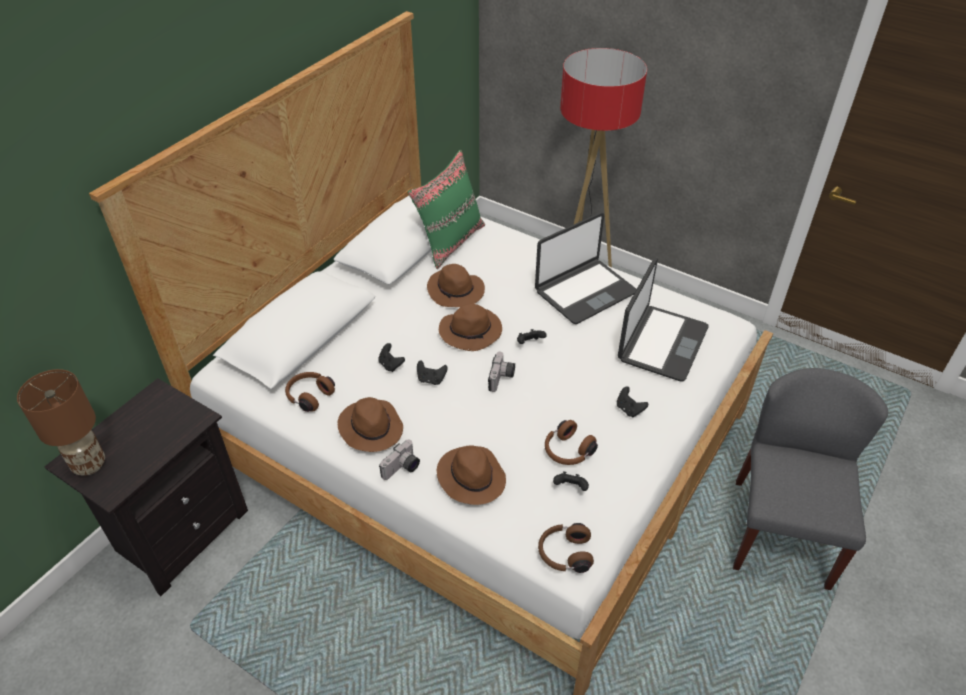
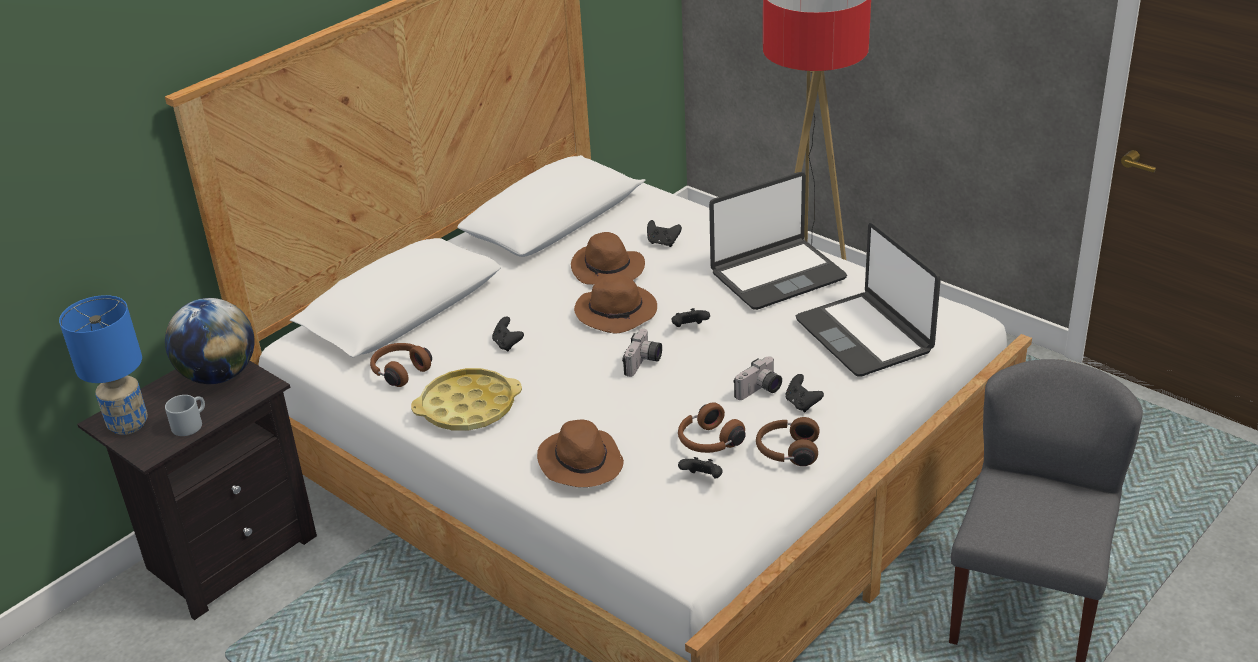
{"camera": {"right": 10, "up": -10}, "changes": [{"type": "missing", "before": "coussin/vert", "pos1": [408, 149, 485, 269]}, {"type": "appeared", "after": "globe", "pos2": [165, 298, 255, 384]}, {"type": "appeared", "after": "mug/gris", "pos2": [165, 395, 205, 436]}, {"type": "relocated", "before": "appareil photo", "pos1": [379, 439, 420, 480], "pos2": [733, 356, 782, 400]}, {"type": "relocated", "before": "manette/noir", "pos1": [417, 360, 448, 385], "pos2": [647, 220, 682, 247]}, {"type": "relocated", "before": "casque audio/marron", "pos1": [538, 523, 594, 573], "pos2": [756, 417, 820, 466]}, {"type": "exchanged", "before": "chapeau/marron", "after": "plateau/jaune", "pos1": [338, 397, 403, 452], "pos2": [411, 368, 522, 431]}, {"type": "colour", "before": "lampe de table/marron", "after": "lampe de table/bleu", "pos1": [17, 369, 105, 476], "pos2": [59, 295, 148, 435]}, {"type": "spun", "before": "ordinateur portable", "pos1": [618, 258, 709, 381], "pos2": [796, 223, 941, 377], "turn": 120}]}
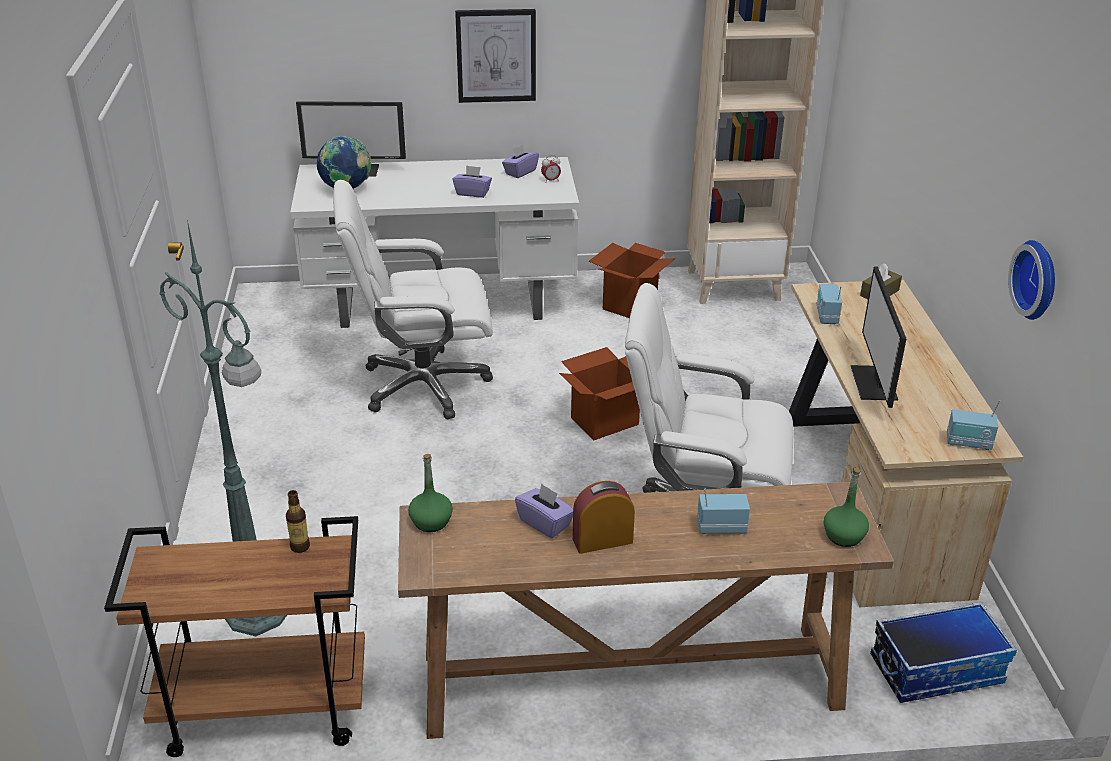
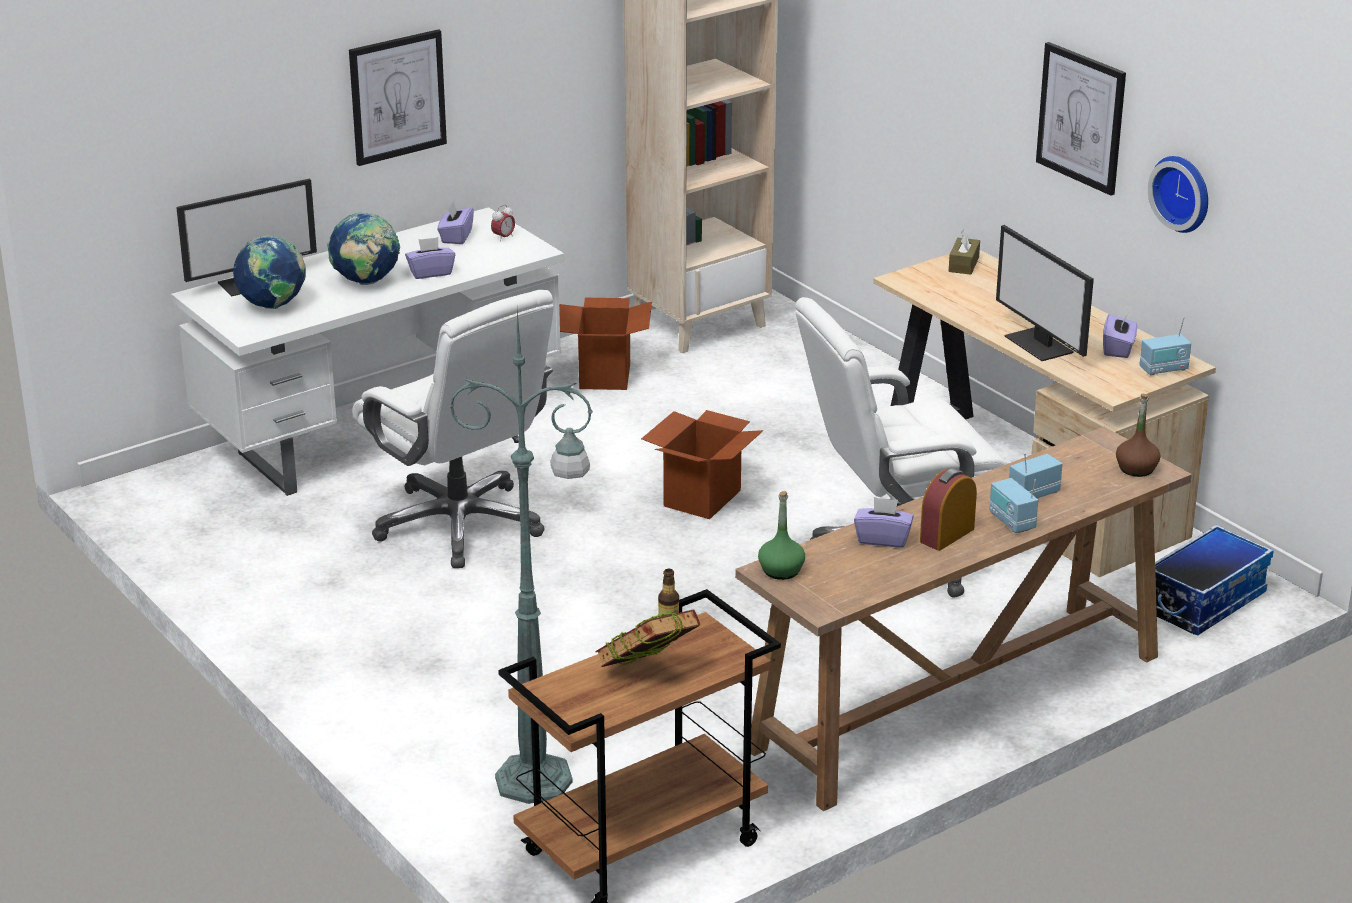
{"camera": {"right": -30, "up": -5}, "changes": [{"type": "appeared", "after": "globe", "pos2": [327, 212, 400, 285]}, {"type": "appeared", "after": "livre", "pos2": [595, 609, 700, 667]}, {"type": "appeared", "after": "tableau", "pos2": [1036, 42, 1126, 196]}, {"type": "appeared", "after": "boîte à mouchoirs/violet", "pos2": [1103, 313, 1138, 358]}, {"type": "relocated", "before": "radio", "pos1": [816, 283, 842, 324], "pos2": [989, 478, 1038, 533]}, {"type": "colour", "before": "bouteille/vert", "after": "bouteille/marron", "pos1": [824, 467, 869, 547], "pos2": [1116, 393, 1160, 477]}, {"type": "spun", "before": "chaise de bureau/blanc", "pos1": [333, 180, 493, 419], "pos2": [352, 290, 554, 568], "turn": -90}]}
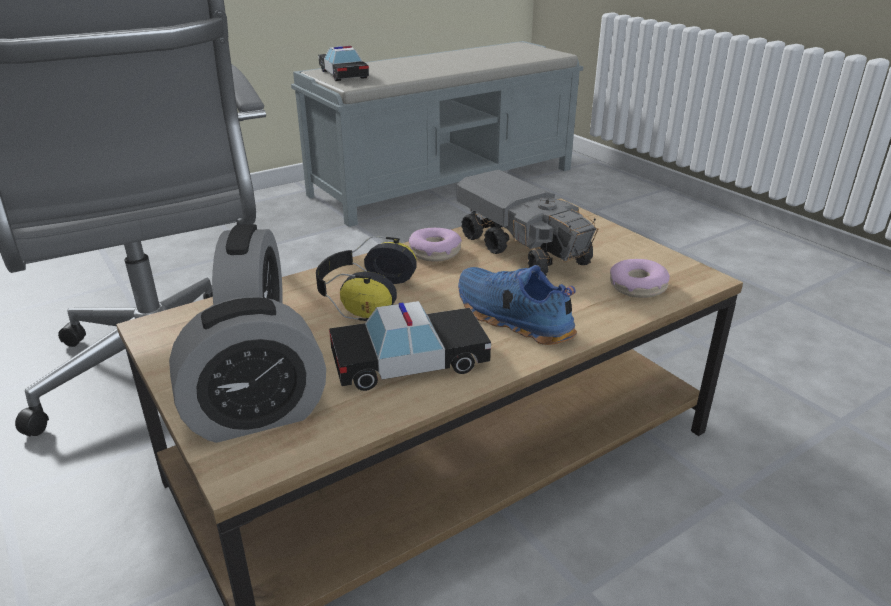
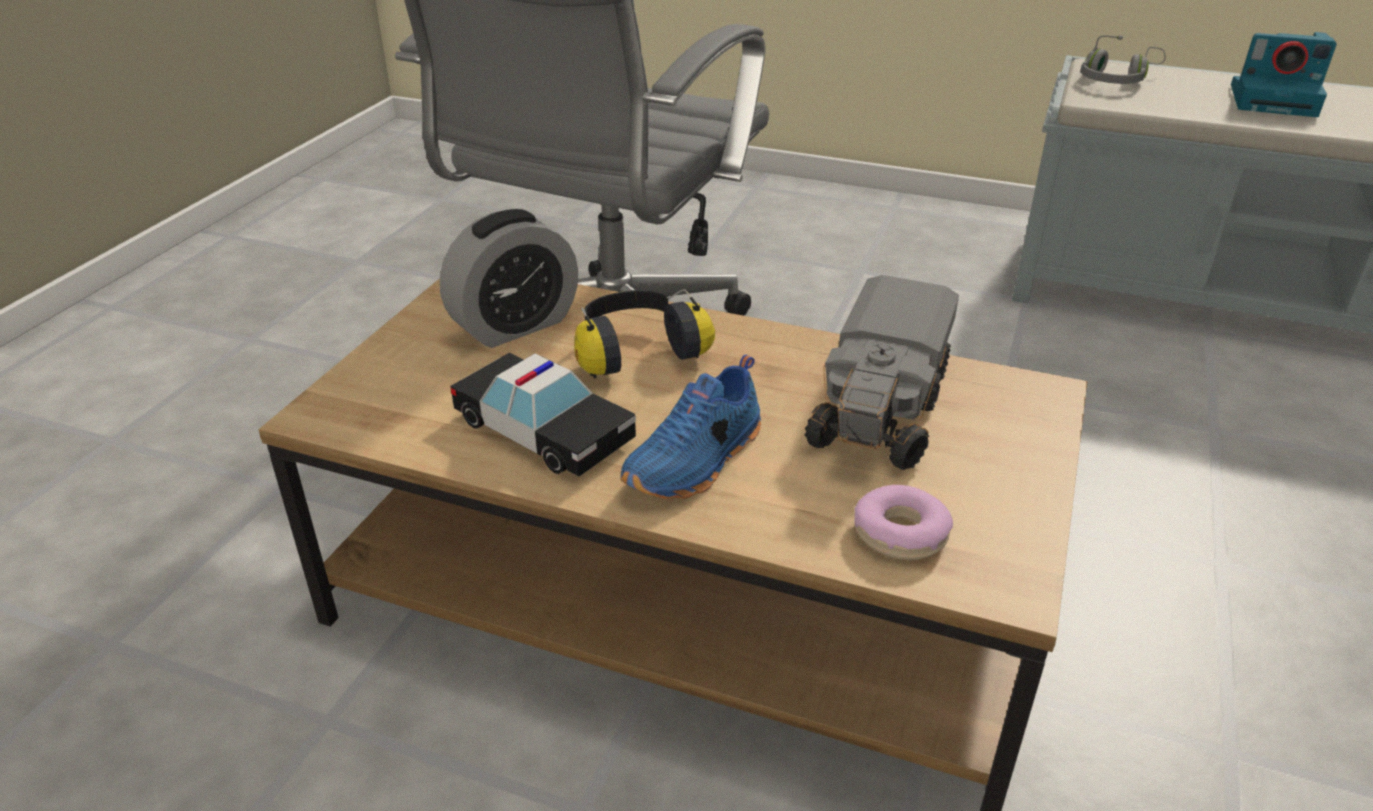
{"camera": {"right": 55, "up": 5}, "changes": [{"type": "missing", "before": "réveil", "pos1": [169, 297, 326, 443]}, {"type": "missing", "before": "beignet", "pos1": [409, 228, 462, 262]}, {"type": "appeared", "after": "appareil photo", "pos2": [1231, 32, 1337, 117]}, {"type": "exchanged", "before": "petite voiture", "after": "casque audio/gris", "pos1": [318, 46, 369, 81], "pos2": [1080, 35, 1166, 84]}, {"type": "spun", "before": "chaussure/bleu", "pos1": [458, 265, 577, 345], "pos2": [621, 355, 761, 499], "turn": -150}]}
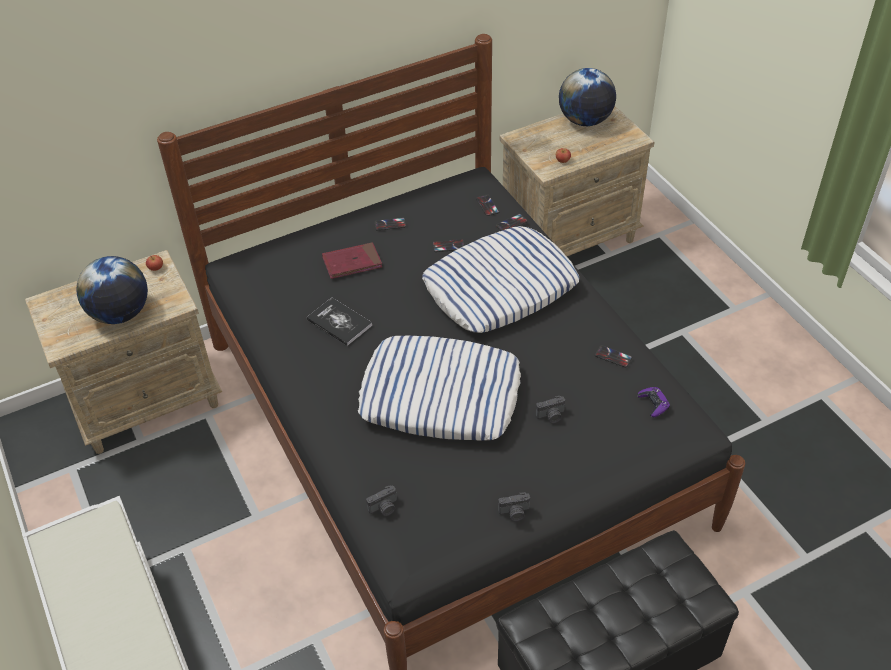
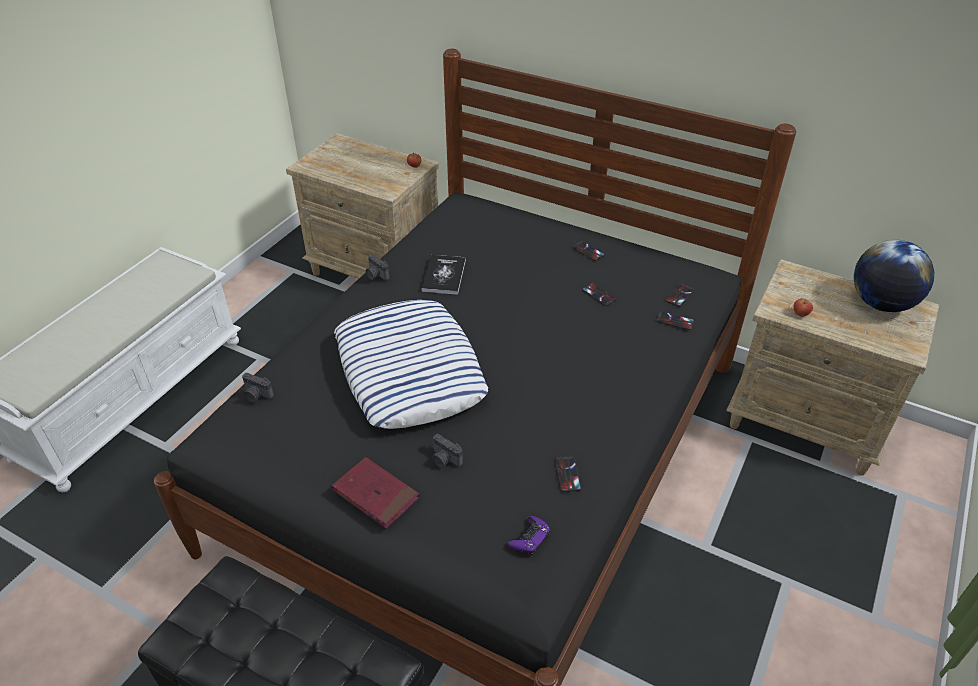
{"camera": {"right": 55, "up": -5}, "changes": [{"type": "missing", "before": "globe", "pos1": [77, 256, 148, 324]}, {"type": "missing", "before": "coussin", "pos1": [422, 226, 579, 333]}, {"type": "relocated", "before": "livre/rouge", "pos1": [322, 242, 382, 279], "pos2": [332, 457, 420, 529]}, {"type": "relocated", "before": "appareil photo", "pos1": [498, 492, 530, 521], "pos2": [366, 255, 390, 280]}]}
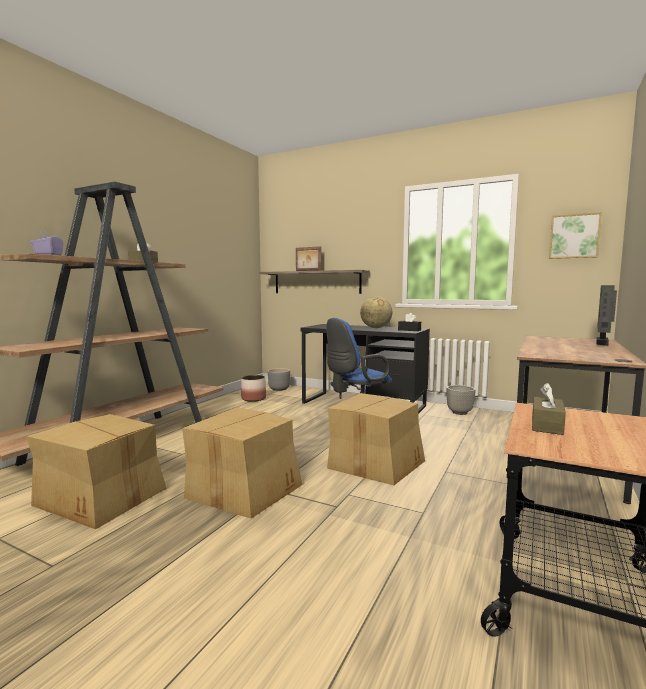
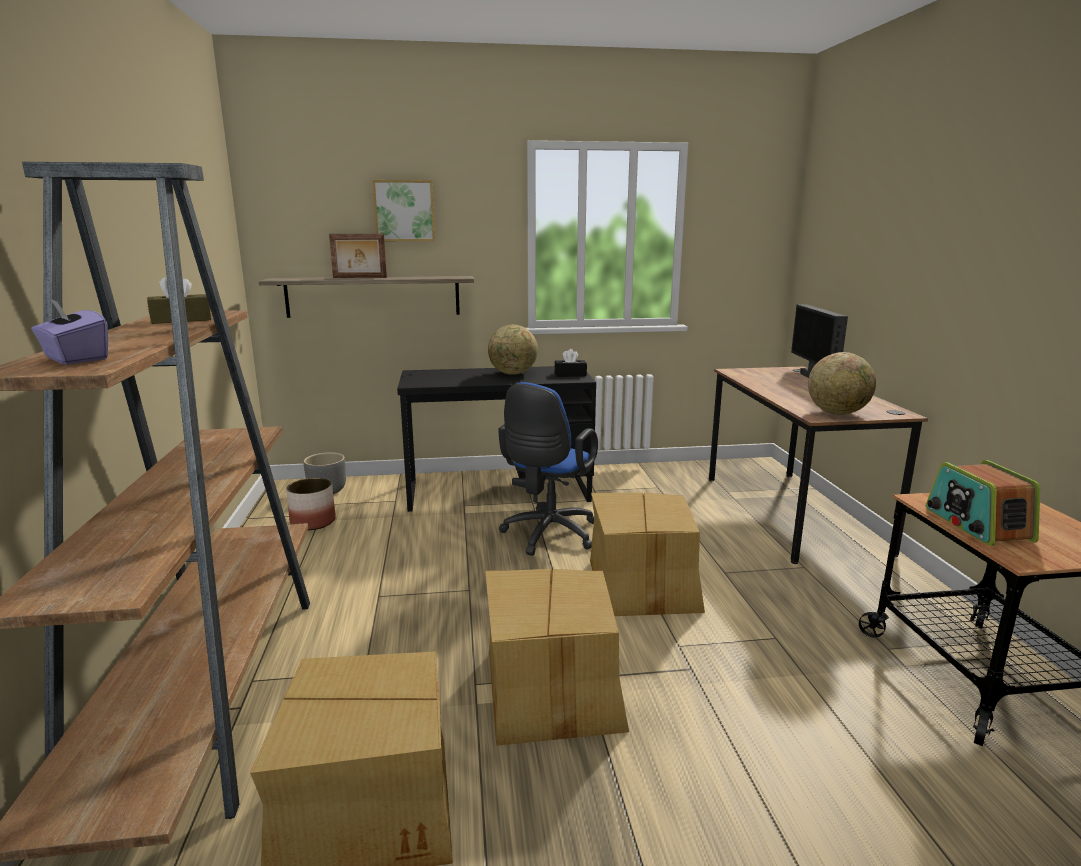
{"camera": {"right": -35, "up": 10}, "changes": [{"type": "missing", "before": "cache-pot", "pos1": [447, 385, 475, 415]}, {"type": "appeared", "after": "globe", "pos2": [808, 352, 876, 415]}, {"type": "relocated", "before": "tableau", "pos1": [549, 212, 602, 259], "pos2": [372, 180, 435, 241]}, {"type": "exchanged", "before": "boîte à mouchoirs/marron", "after": "radio", "pos1": [532, 383, 566, 435], "pos2": [926, 460, 1040, 546]}]}
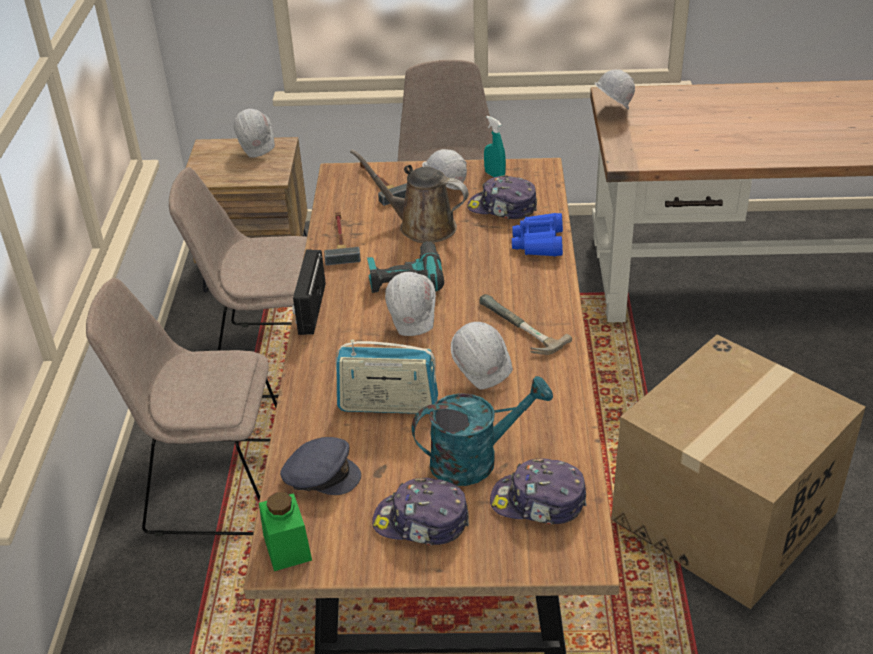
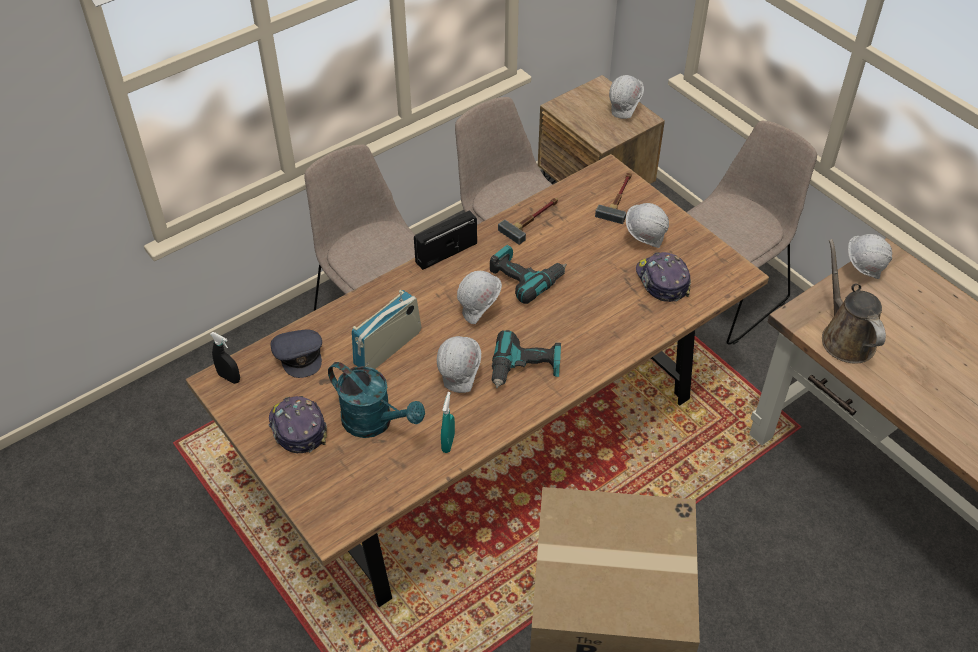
{"camera": {"right": 50, "up": 10}, "changes": [{"type": "missing", "before": "casquette", "pos1": [490, 458, 587, 525]}, {"type": "missing", "before": "jumelles/bleu", "pos1": [512, 213, 563, 257]}, {"type": "relocated", "before": "arrosoir/marron", "pos1": [350, 149, 469, 243], "pos2": [822, 239, 886, 364]}, {"type": "relocated", "before": "vaporisateur/turquoise", "pos1": [484, 116, 506, 177], "pos2": [441, 392, 455, 453]}, {"type": "exchanged", "before": "bocal/vert", "after": "vaporisateur/noir", "pos1": [259, 492, 312, 571], "pos2": [210, 332, 240, 384]}, {"type": "exchanged", "before": "marteau", "after": "perceuse", "pos1": [480, 294, 572, 355], "pos2": [491, 330, 561, 389]}, {"type": "spun", "before": "radio", "pos1": [335, 339, 438, 414], "pos2": [352, 290, 421, 369], "turn": 75}]}
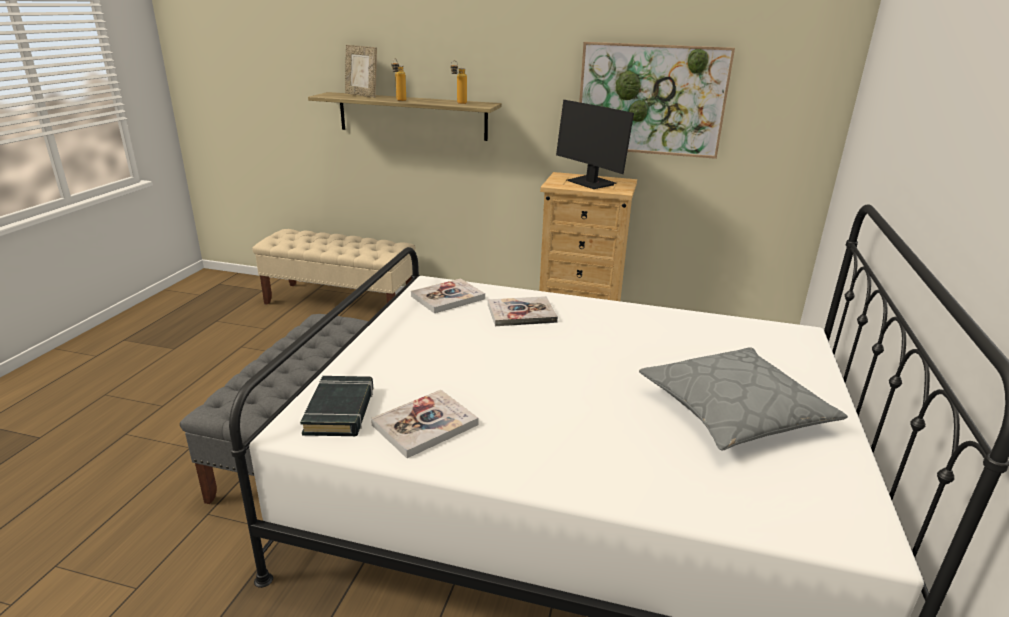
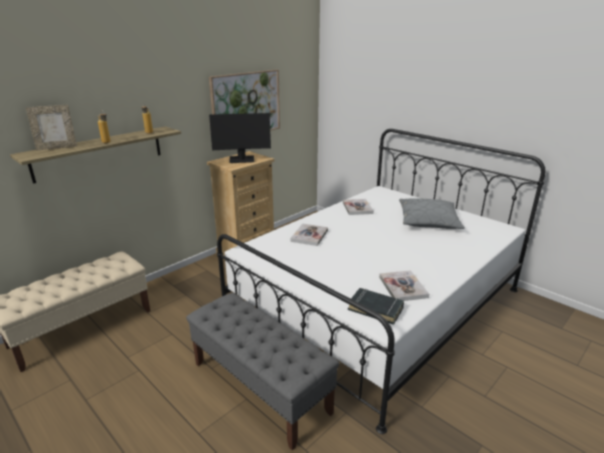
{"camera": {"right": -60, "up": 0}, "changes": [{"type": "relocated", "before": "livre", "pos1": [411, 278, 485, 313], "pos2": [343, 199, 374, 215]}]}
